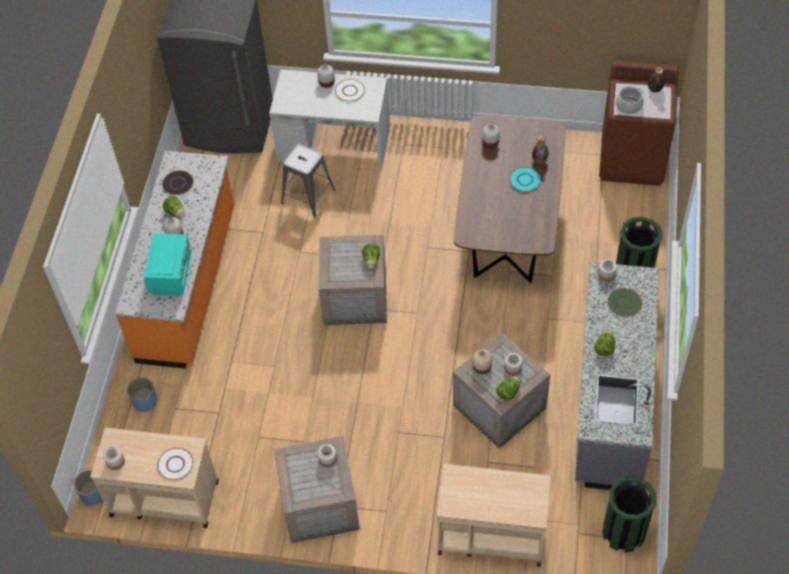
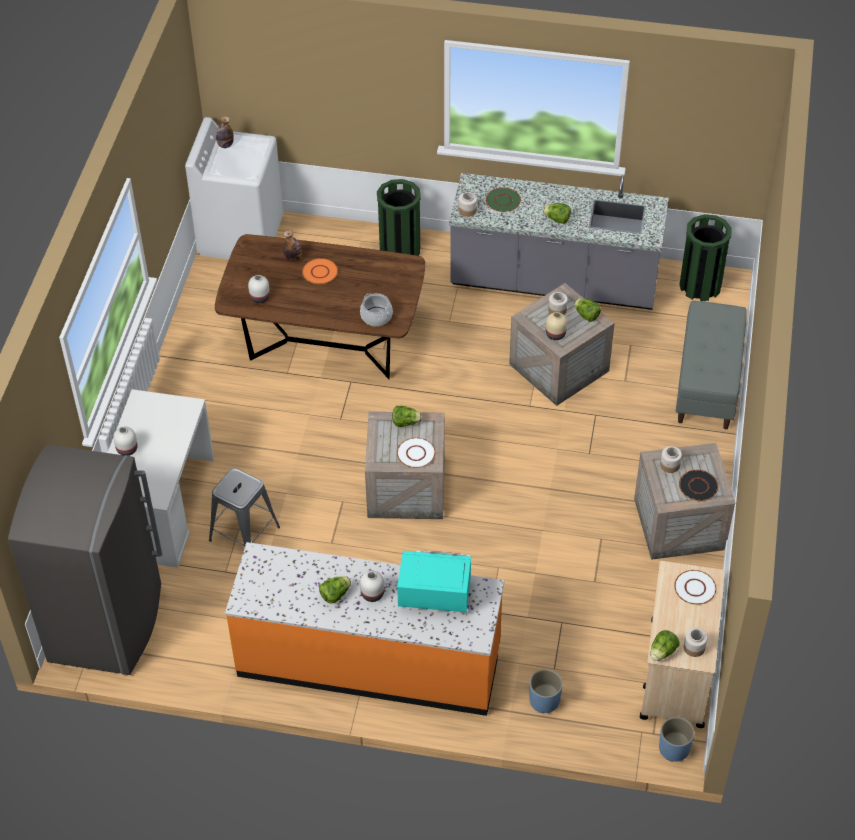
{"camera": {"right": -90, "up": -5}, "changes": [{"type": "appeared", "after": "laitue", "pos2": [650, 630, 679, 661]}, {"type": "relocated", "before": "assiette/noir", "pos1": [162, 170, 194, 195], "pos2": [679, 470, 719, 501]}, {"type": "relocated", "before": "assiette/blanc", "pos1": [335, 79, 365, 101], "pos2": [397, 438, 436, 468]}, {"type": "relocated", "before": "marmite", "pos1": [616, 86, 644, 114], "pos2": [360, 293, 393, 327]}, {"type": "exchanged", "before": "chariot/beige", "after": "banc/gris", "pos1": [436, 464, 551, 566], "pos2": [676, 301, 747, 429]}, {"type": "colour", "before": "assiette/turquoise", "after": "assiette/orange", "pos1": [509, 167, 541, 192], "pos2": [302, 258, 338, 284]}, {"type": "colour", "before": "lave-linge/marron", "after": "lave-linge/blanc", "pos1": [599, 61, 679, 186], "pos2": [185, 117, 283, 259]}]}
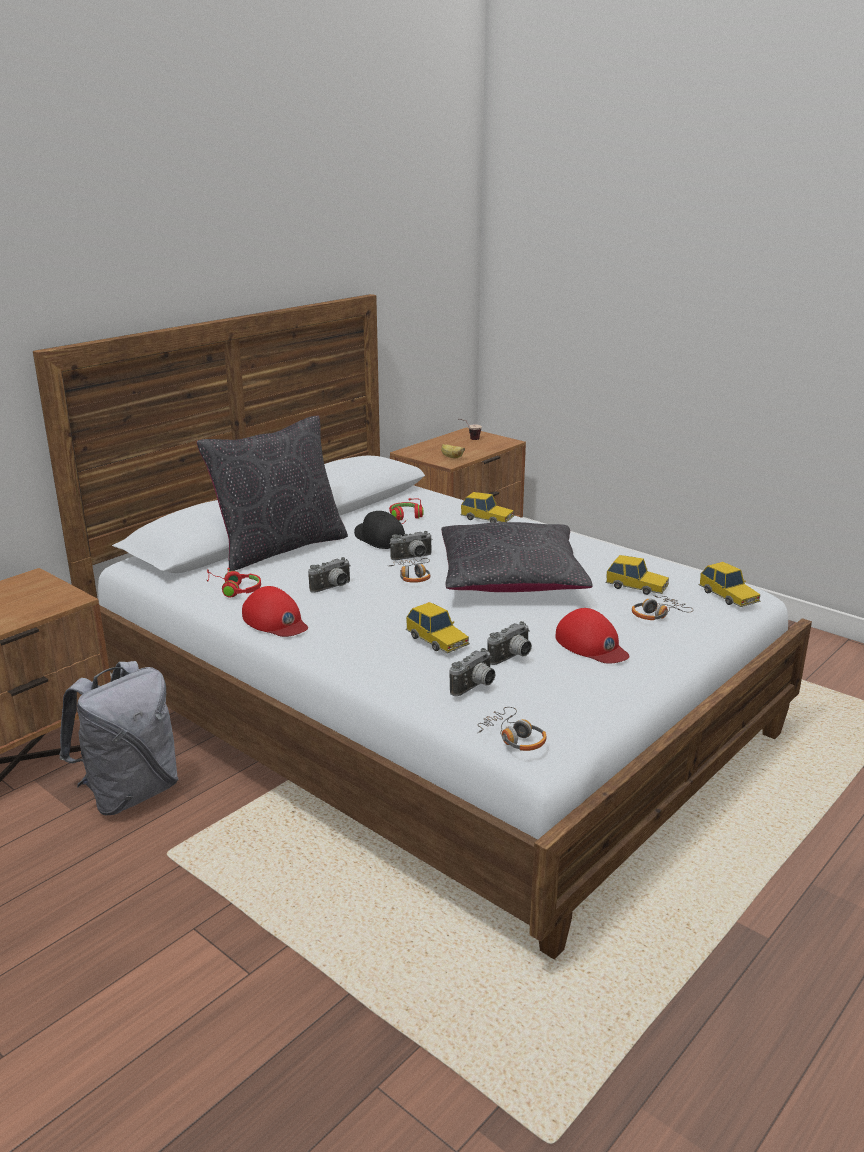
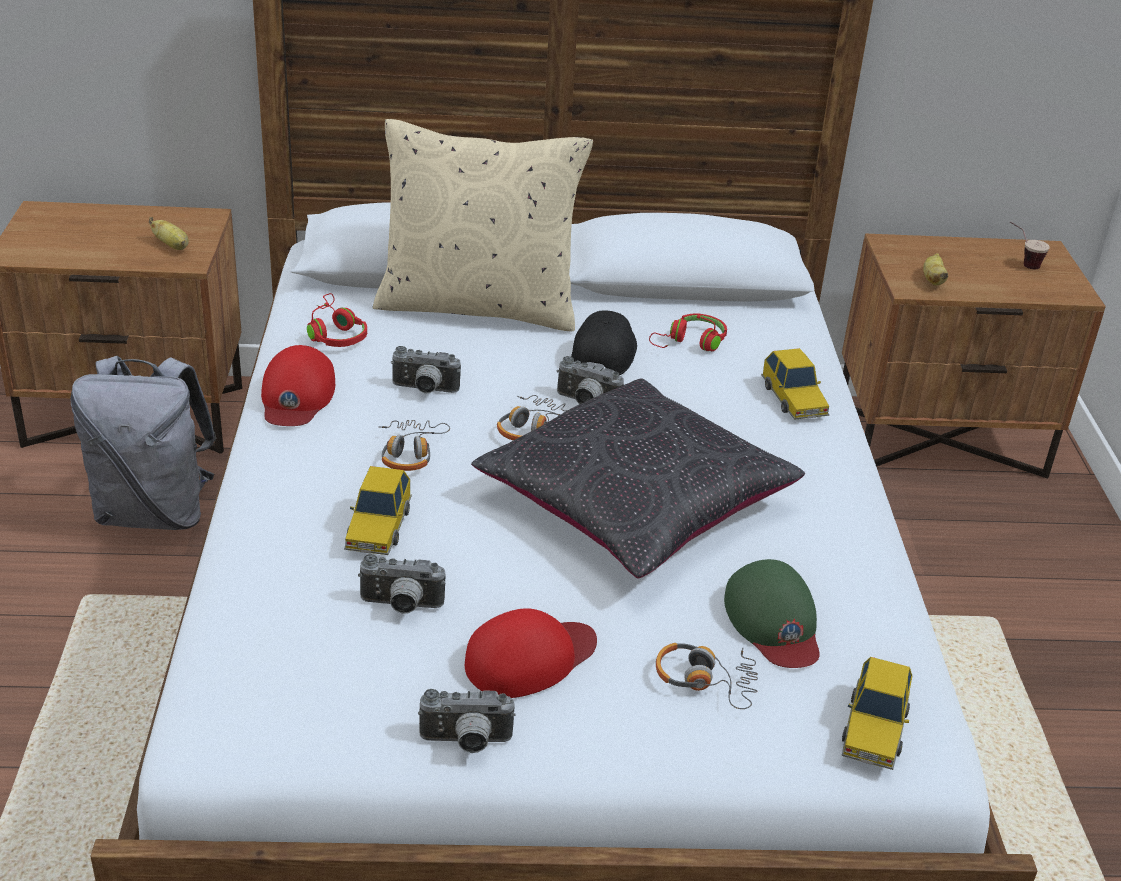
{"camera": {"right": 45, "up": 10}, "changes": [{"type": "appeared", "after": "banane", "pos2": [149, 217, 189, 250]}, {"type": "relocated", "before": "appareil photo", "pos1": [450, 648, 495, 696], "pos2": [418, 689, 515, 753]}, {"type": "relocated", "before": "casque audio", "pos1": [477, 707, 547, 751], "pos2": [378, 420, 450, 471]}, {"type": "exchanged", "before": "petite voiture", "after": "casquette/vert", "pos1": [606, 555, 669, 595], "pos2": [724, 559, 820, 668]}, {"type": "colour", "before": "coussin/noir", "after": "coussin/beige", "pos1": [197, 416, 348, 571], "pos2": [373, 119, 593, 331]}, {"type": "spun", "before": "casquette/rouge", "pos1": [555, 608, 630, 664], "pos2": [465, 608, 597, 698], "turn": -135}]}
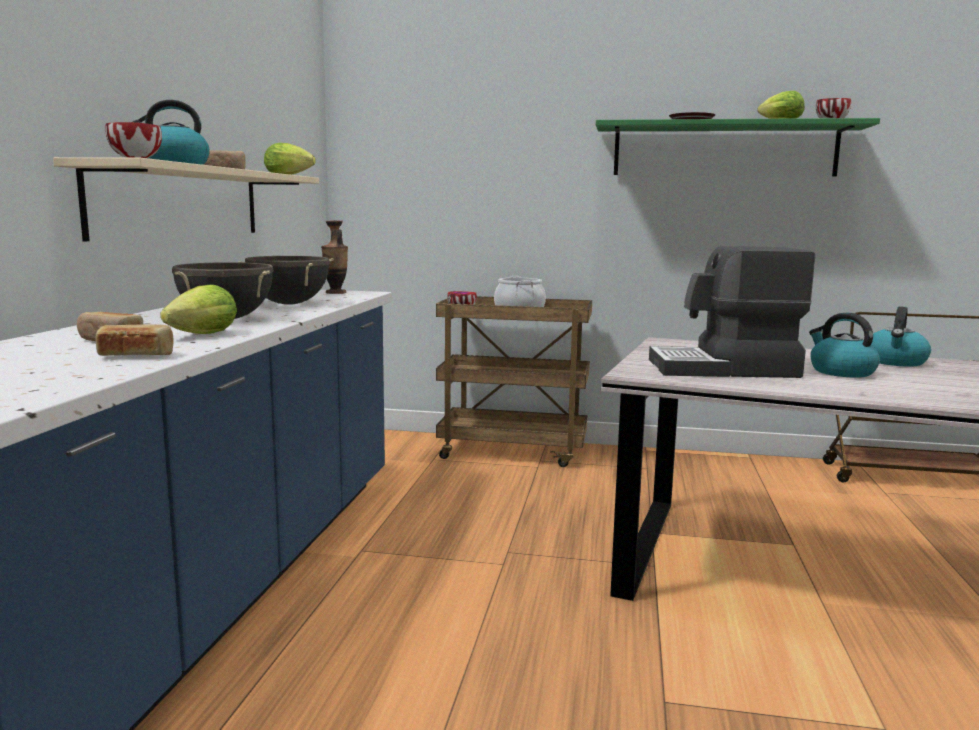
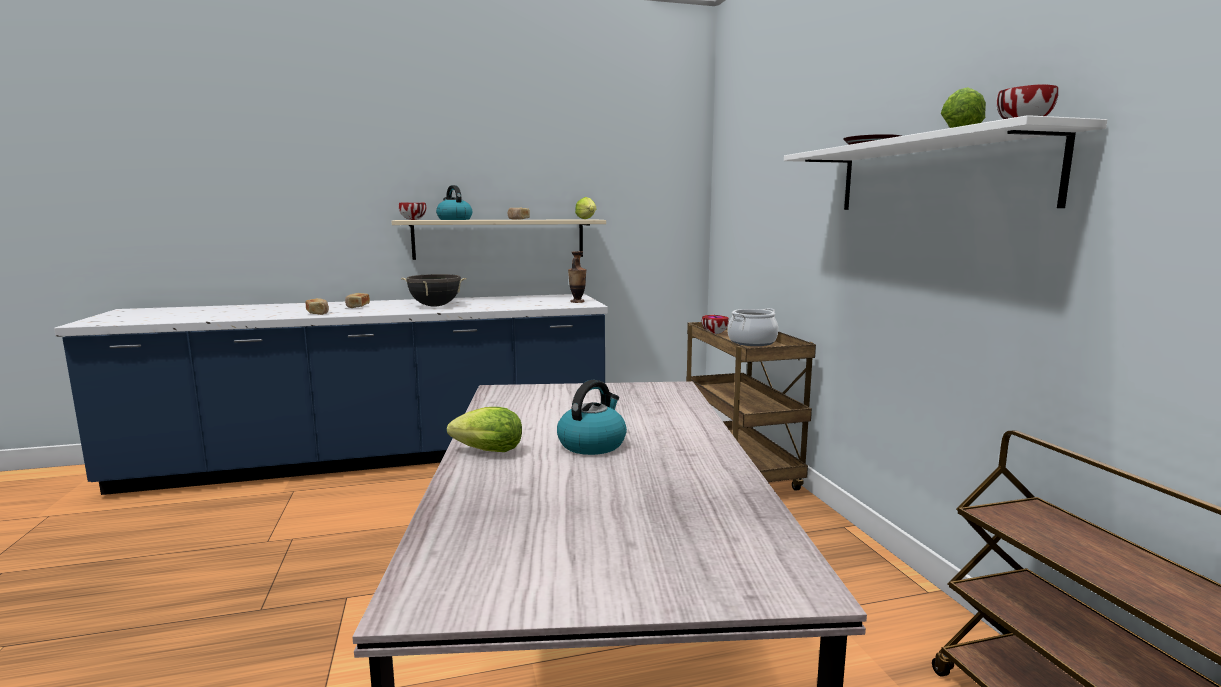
{"camera": {"right": 65, "up": 0}, "changes": [{"type": "missing", "before": "marmite/noir", "pos1": [238, 256, 334, 305]}, {"type": "missing", "before": "machine à café", "pos1": [649, 246, 815, 378]}, {"type": "missing", "before": "bouilloire", "pos1": [872, 306, 931, 367]}, {"type": "relocated", "before": "laitue", "pos1": [160, 285, 237, 334], "pos2": [447, 407, 522, 452]}, {"type": "colour", "before": "étagère/vert", "after": "étagère/blanc", "pos1": [596, 118, 880, 176], "pos2": [784, 115, 1107, 210]}]}
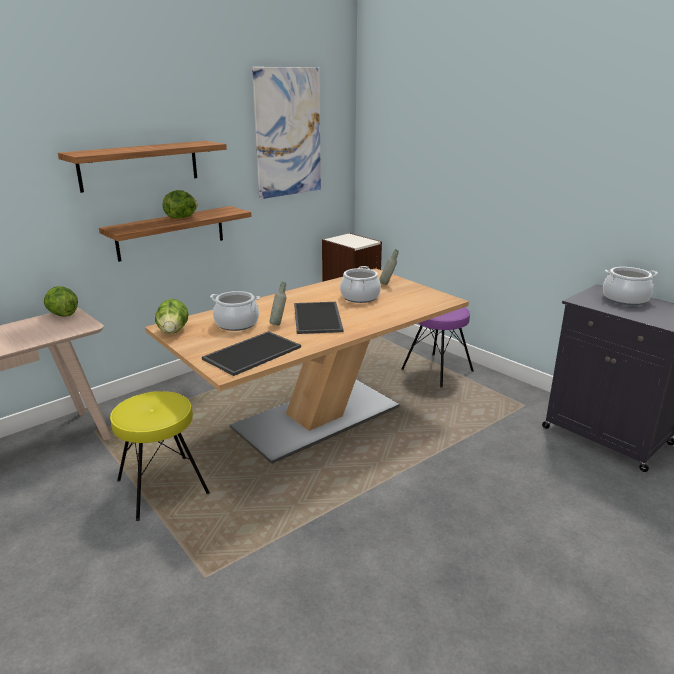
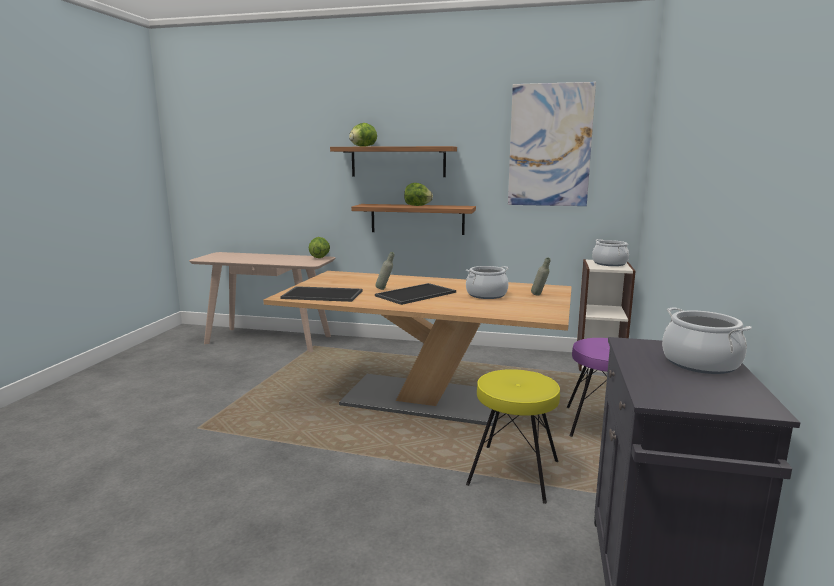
{"camera": {"right": 55, "up": -10}, "changes": [{"type": "relocated", "before": "tabouret/jaune", "pos1": [110, 391, 210, 521], "pos2": [466, 369, 560, 504]}, {"type": "relocated", "before": "laitue", "pos1": [155, 299, 189, 334], "pos2": [349, 123, 377, 147]}, {"type": "relocated", "before": "marmite", "pos1": [210, 291, 260, 331], "pos2": [592, 239, 629, 266]}]}
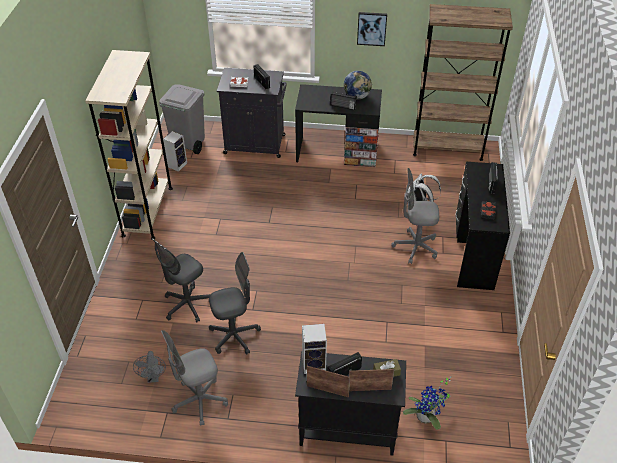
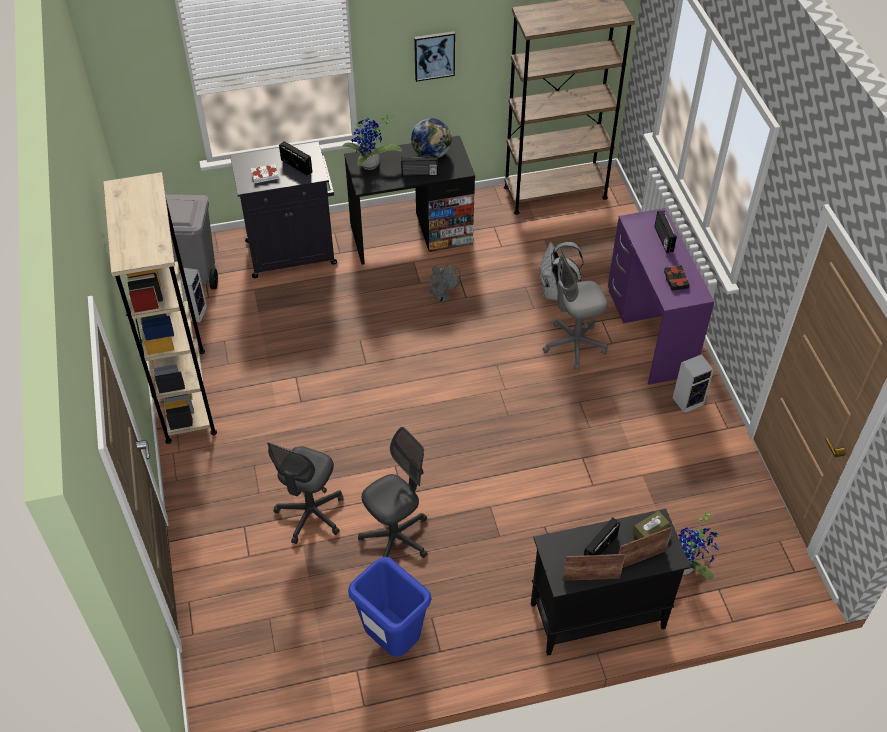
{"camera": {"right": -20, "up": 5}, "changes": [{"type": "appeared", "after": "plante en pot", "pos2": [343, 115, 402, 170]}, {"type": "relocated", "before": "ventilateur/gris", "pos1": [133, 351, 166, 383], "pos2": [428, 265, 461, 303]}, {"type": "relocated", "before": "enceinte", "pos1": [302, 324, 327, 374], "pos2": [673, 354, 714, 413]}, {"type": "exchanged", "before": "chaise de bureau/gris", "after": "poubelle/bleu", "pos1": [161, 330, 228, 426], "pos2": [348, 557, 431, 657]}, {"type": "colour", "before": "bureau/noir", "after": "bureau/violet", "pos1": [456, 162, 510, 290], "pos2": [608, 208, 715, 385]}]}
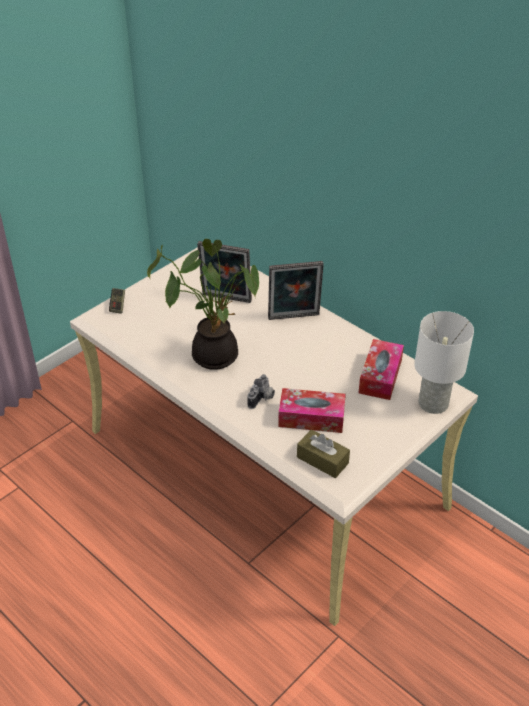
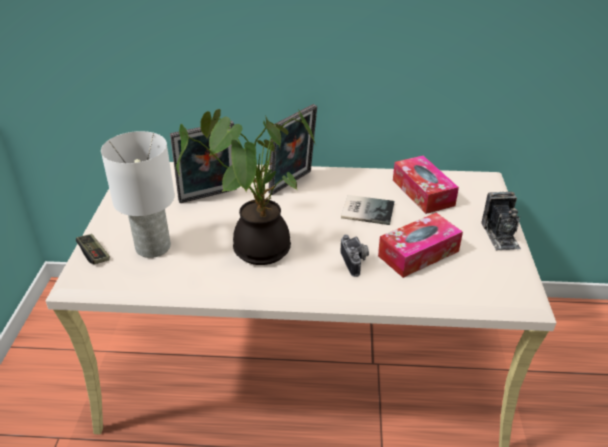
{"camera": {"right": -40, "up": -5}, "changes": [{"type": "missing", "before": "boîte à mouchoirs/marron", "pos1": [297, 429, 350, 478]}, {"type": "appeared", "after": "livre", "pos2": [341, 195, 395, 225]}, {"type": "appeared", "after": "appareil photo", "pos2": [481, 192, 521, 251]}, {"type": "relocated", "before": "lampe de table/blanc", "pos1": [414, 311, 474, 414], "pos2": [101, 131, 175, 258]}]}
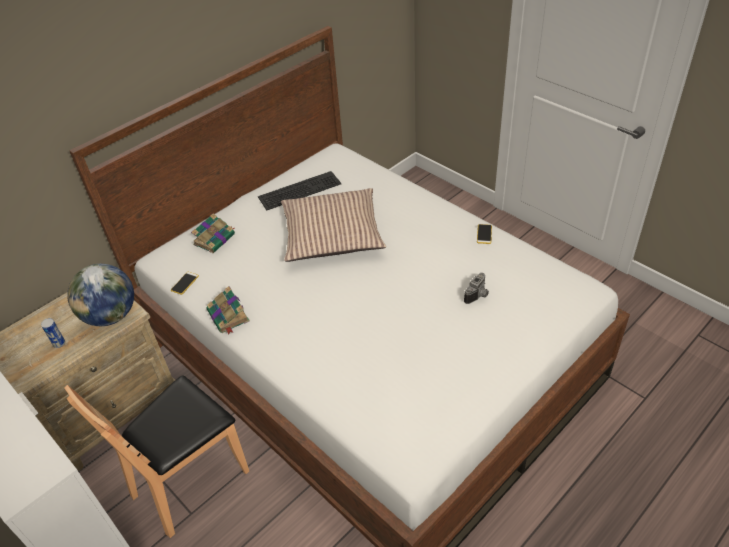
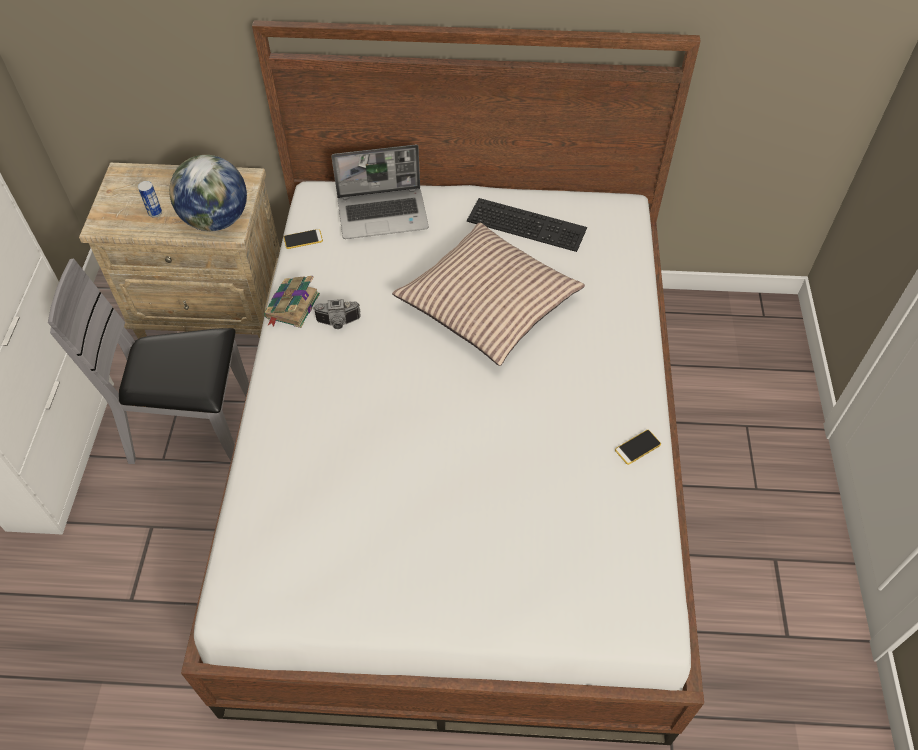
{"camera": {"right": 45, "up": 10}, "changes": [{"type": "relocated", "before": "appareil photo", "pos1": [464, 273, 489, 304], "pos2": [313, 299, 361, 329]}, {"type": "exchanged", "before": "livre", "after": "ordinateur portable", "pos1": [191, 213, 235, 253], "pos2": [331, 145, 429, 239]}, {"type": "colour", "before": "chaise/marron", "after": "chaise/gris", "pos1": [64, 375, 249, 538], "pos2": [48, 258, 249, 464]}]}
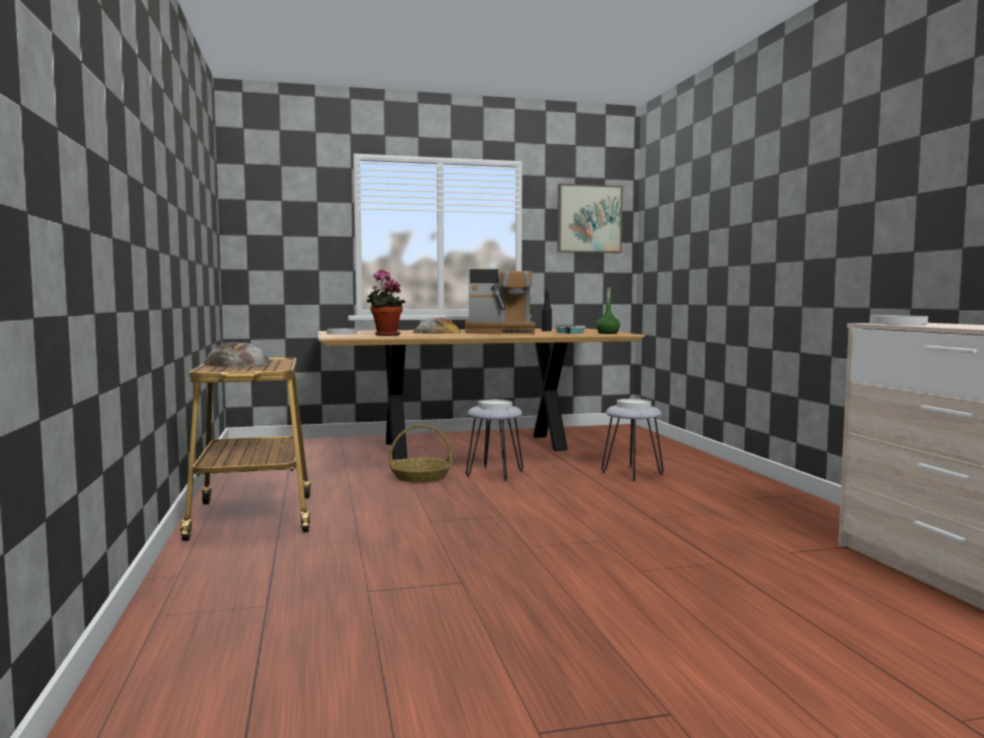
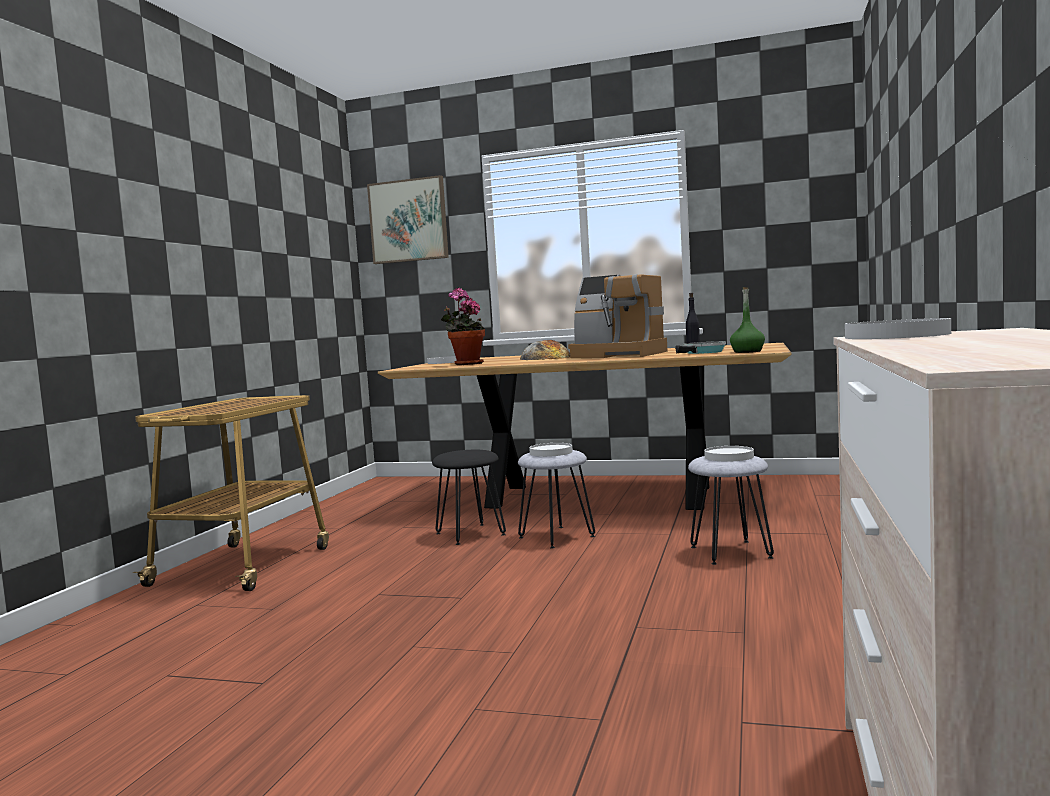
{"camera": {"right": 30, "up": 0}, "changes": [{"type": "missing", "before": "pain", "pos1": [204, 342, 270, 367]}, {"type": "relocated", "before": "tableau", "pos1": [557, 184, 623, 253], "pos2": [367, 175, 449, 264]}, {"type": "exchanged", "before": "panier", "after": "tabouret/noir", "pos1": [389, 424, 452, 483], "pos2": [432, 450, 506, 545]}]}
